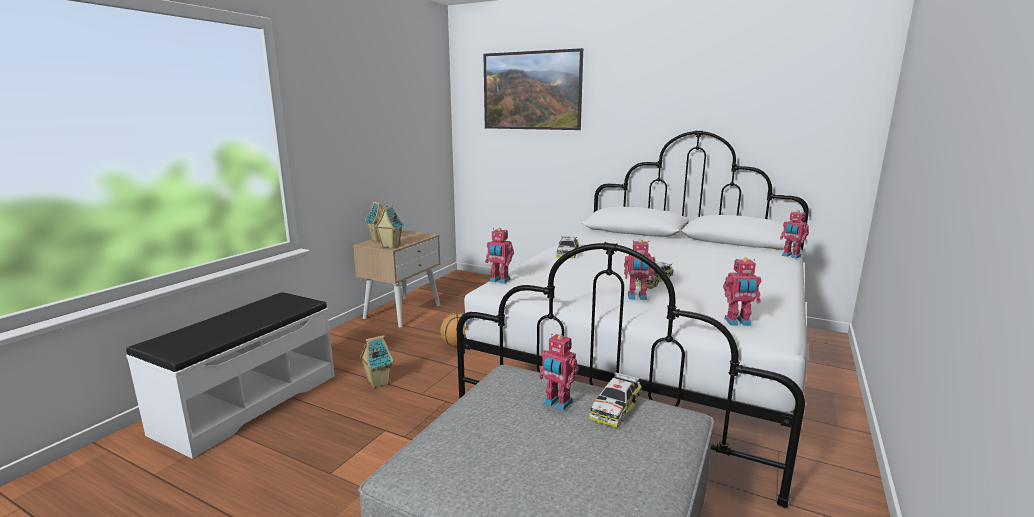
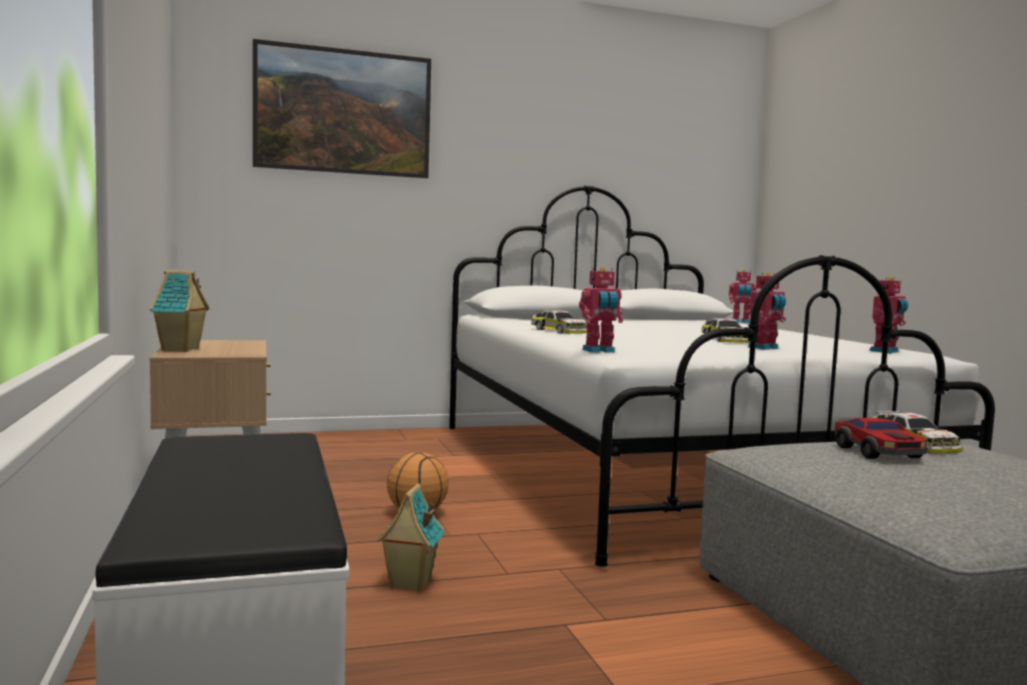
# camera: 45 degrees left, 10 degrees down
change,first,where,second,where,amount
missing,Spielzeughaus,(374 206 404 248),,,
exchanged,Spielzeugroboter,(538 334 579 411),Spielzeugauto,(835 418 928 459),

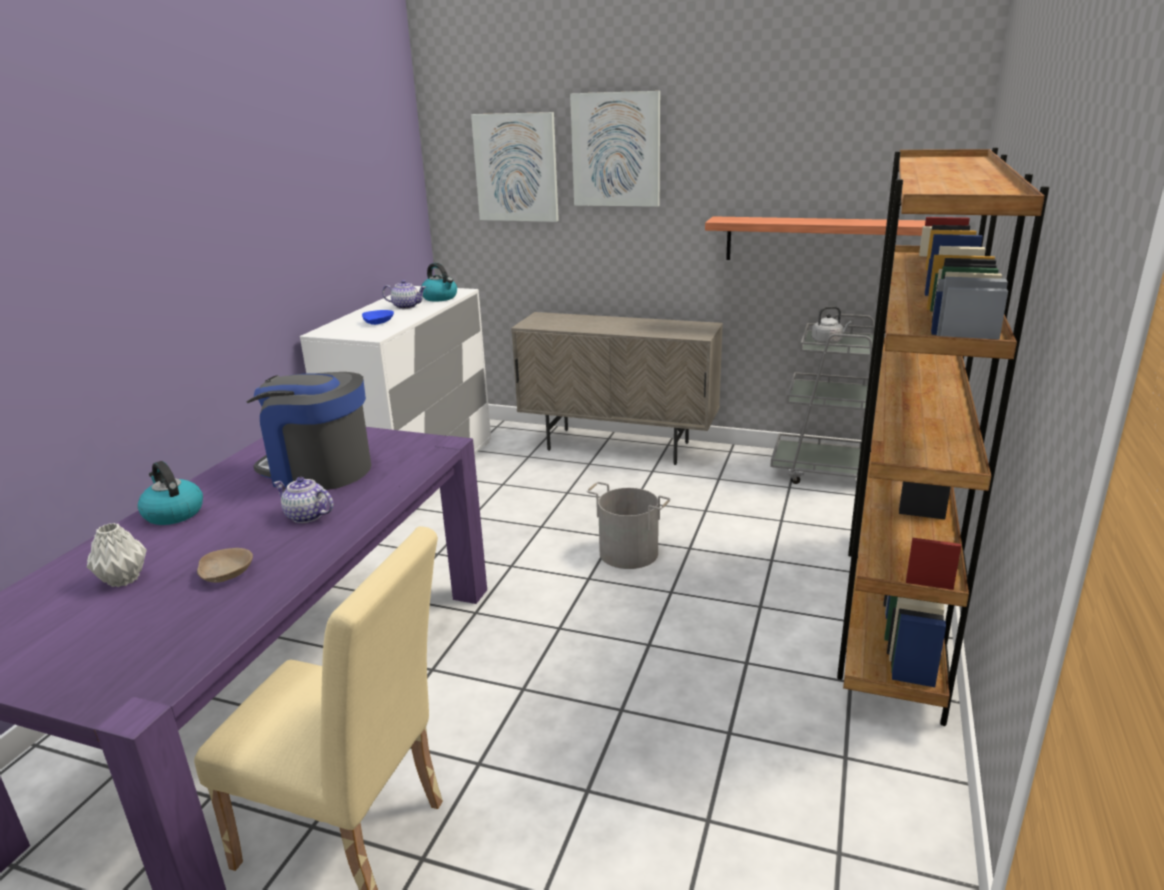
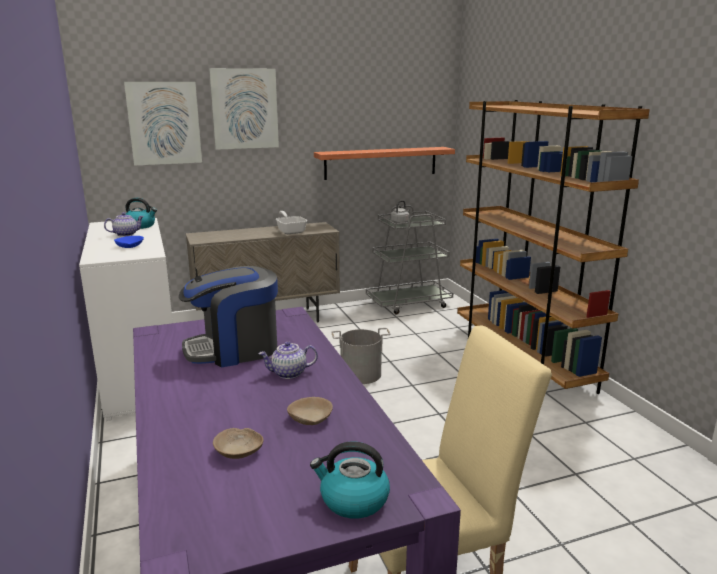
# camera: 40 degrees left, 5 degrees down
change,first,where,second,where,amount
exchanged,Vase/grau,(87 523 147 587),Schüssel/beige,(213 428 263 459),
relocated,Wasserkessel,(138 461 203 525),,(310 442 390 518),
appeared,,,Pfanne,(276 211 307 234),

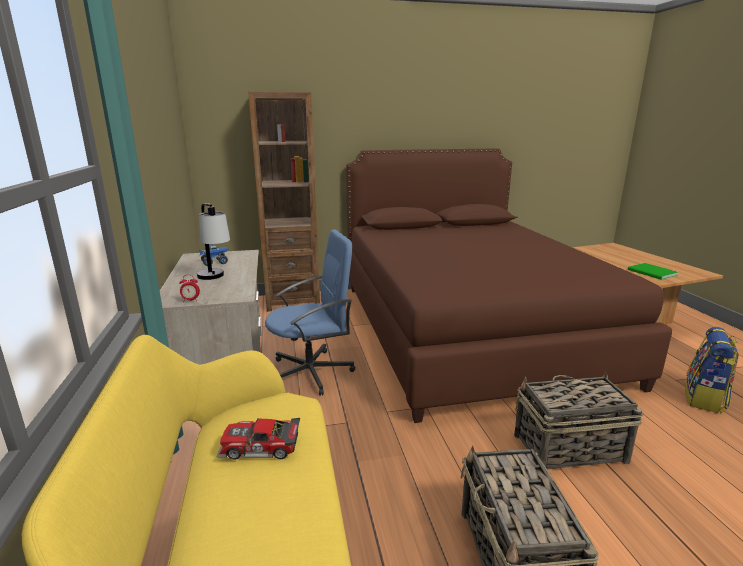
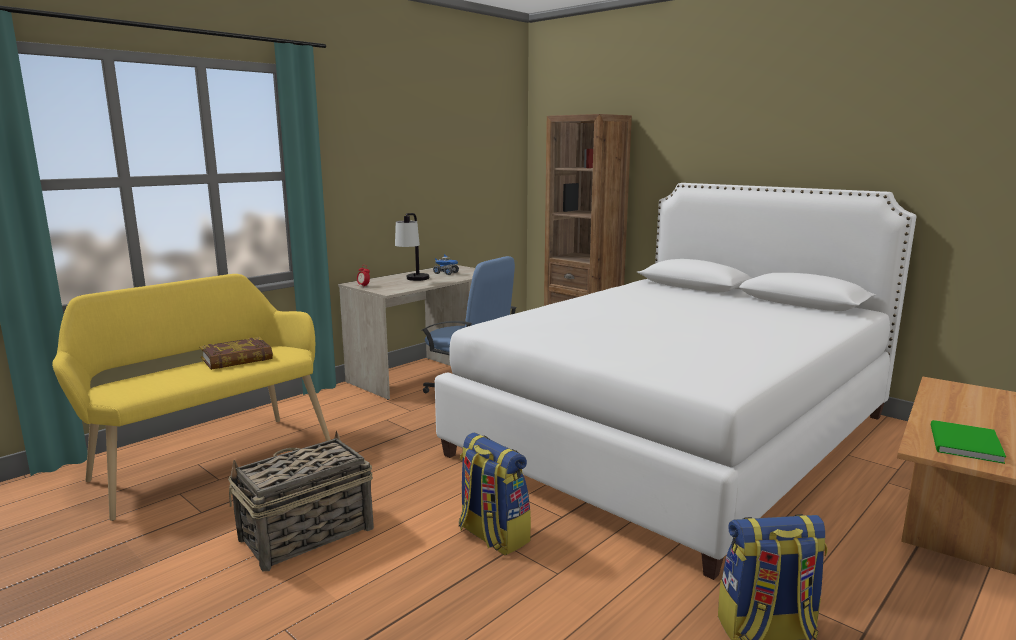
# camera: 55 degrees right, 5 degrees down
change,first,where,second,where,amount
exchanged,Spielzeugauto,(216 418 300 460),Buch,(199 337 273 370),
colour,Bett/braun,(346 148 672 423),Bett/weiß,(435 183 916 580),
exchanged,Korb,(514 371 643 469),Rucksack,(459 432 531 555),

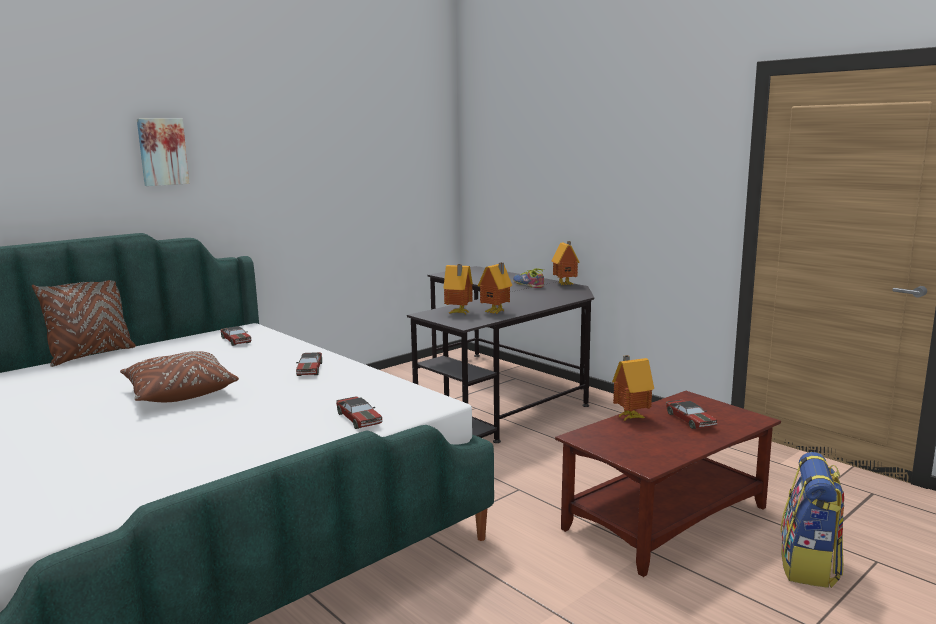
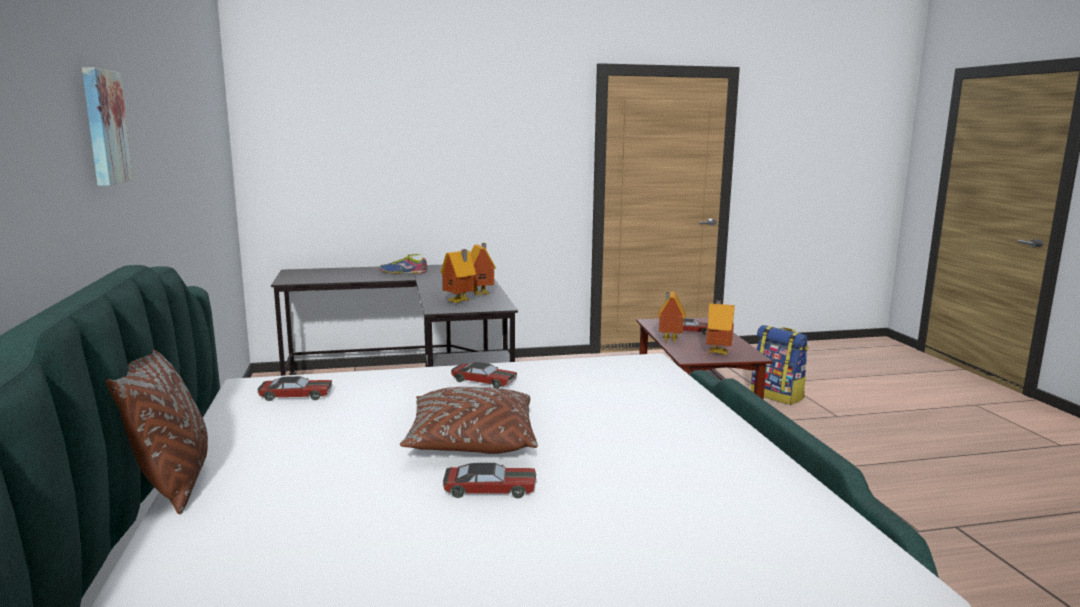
# camera: 60 degrees left, 0 degrees up
change,first,where,second,where,amount
relocated,Spielzeugauto,(336 396 383 429),,(443 463 537 498),
relocated,Spielzeughaus,(551 241 580 285),,(706 300 735 355),

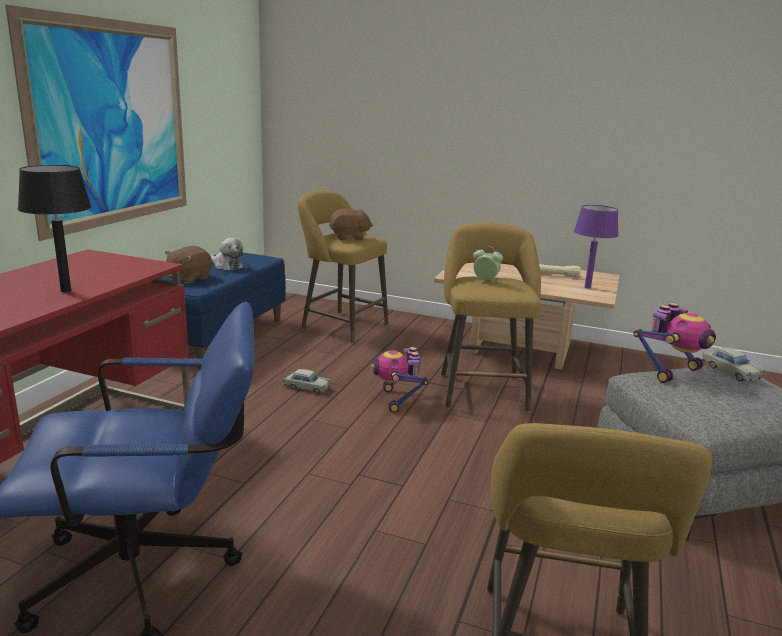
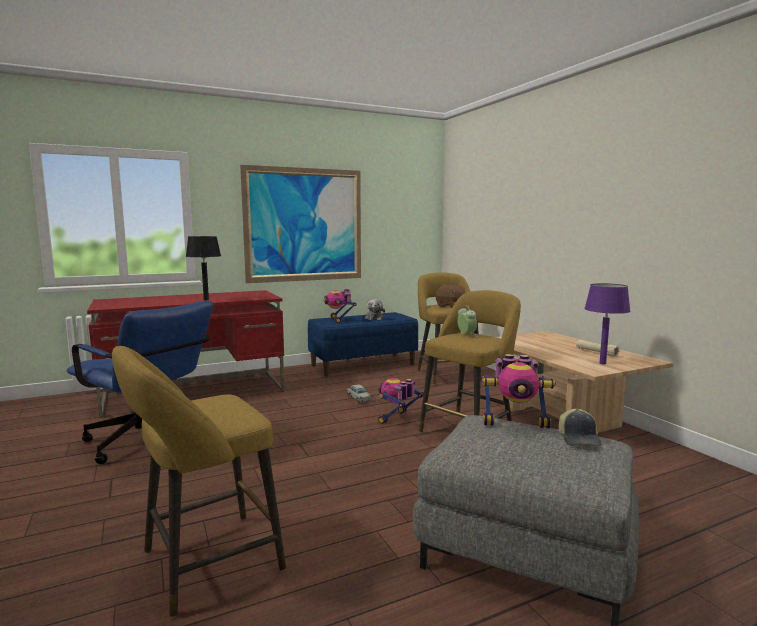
# camera: 45 degrees right, 10 degrees down
change,first,where,second,where,amount
exchanged,Plüschtier/braun,(165 246 212 283),Spielzeugroboter,(324 289 357 323),
exchanged,Spielzeugauto/beige,(702 347 764 381),Kappe,(559 409 601 446),

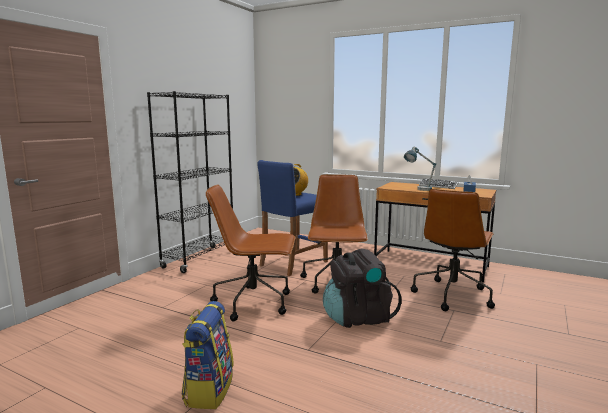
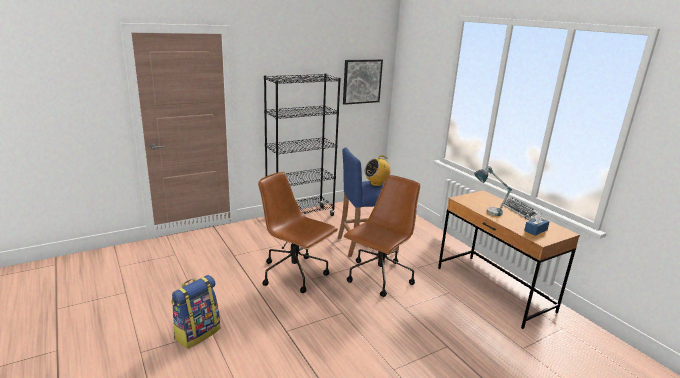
# camera: 30 degrees right, 10 degrees up
change,first,where,second,where,amount
missing,Rucksack/schwarz,(323 248 402 328),,,
missing,Bürostuhl/braun,(411 189 495 311),,,
appeared,,,Bild,(343 59 383 105),

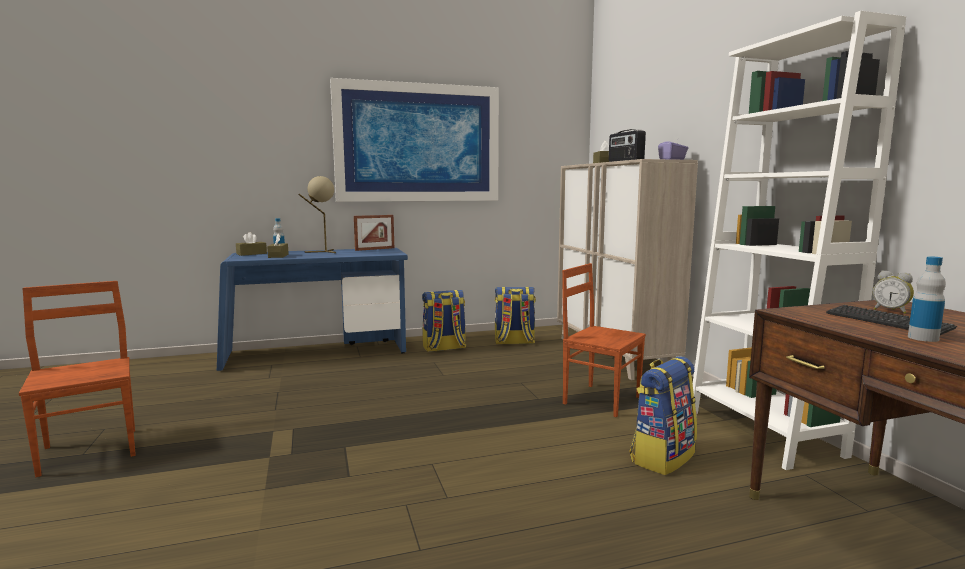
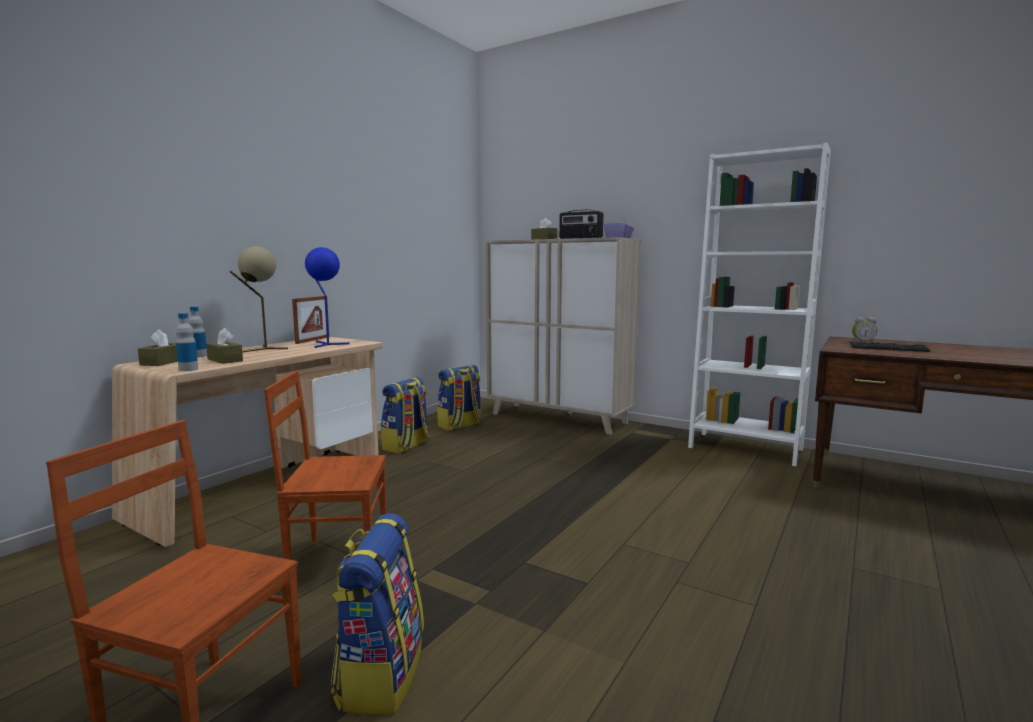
# camera: 40 degrees left, 0 degrees up
change,first,where,second,where,amount
colour,Schreibtisch/blau,(217 248 408 371),Schreibtisch/beige,(112 337 382 547),
missing,Bild,(330 78 499 202),,,
relocated,Stuhl/braun,(562 263 646 417),,(264 370 386 560),
relocated,Rucksack,(630 356 697 475),,(331 513 424 714),
relocated,Flasche,(908 256 946 342),,(176 313 198 371),
appeared,,,Tischlampe/blau,(305 247 350 348),

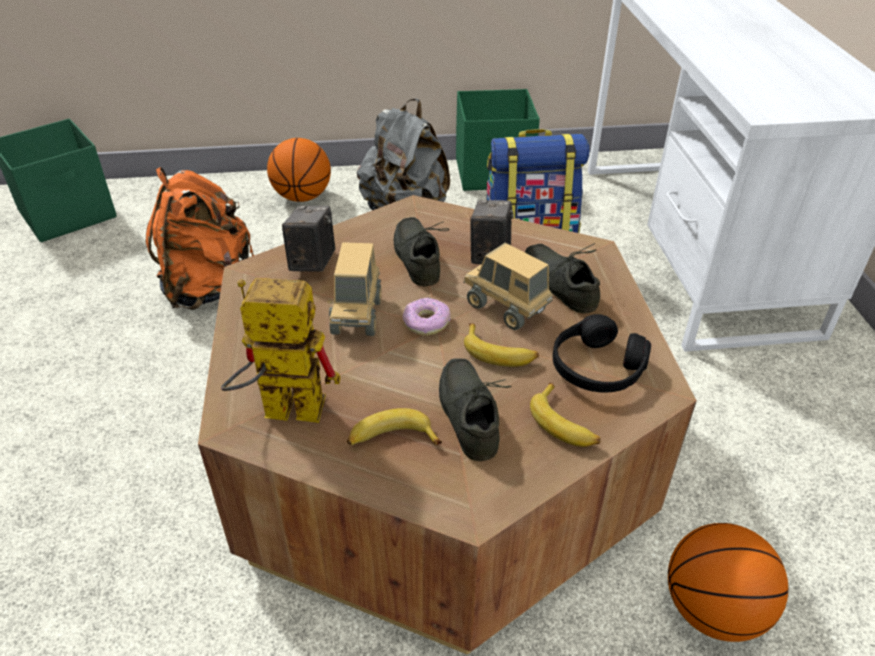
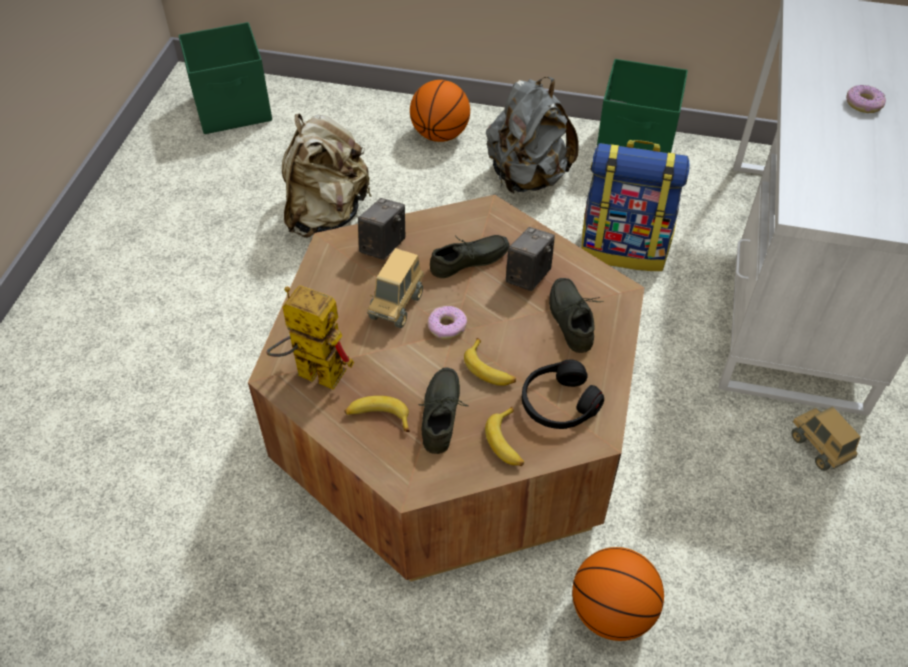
# camera: 20 degrees right, 10 degrees up
change,first,where,second,where,amount
colour,Rucksack/orange,(146 167 254 310),Rucksack/beige,(282 113 371 238),
spun,Schuh/grau,(394 217 449 286),,(430 235 510 278),60 degrees clockwise
relocated,Spielzeuglaster,(464 243 553 330),,(791 406 861 471),
appeared,,,Donut,(846 85 886 113),

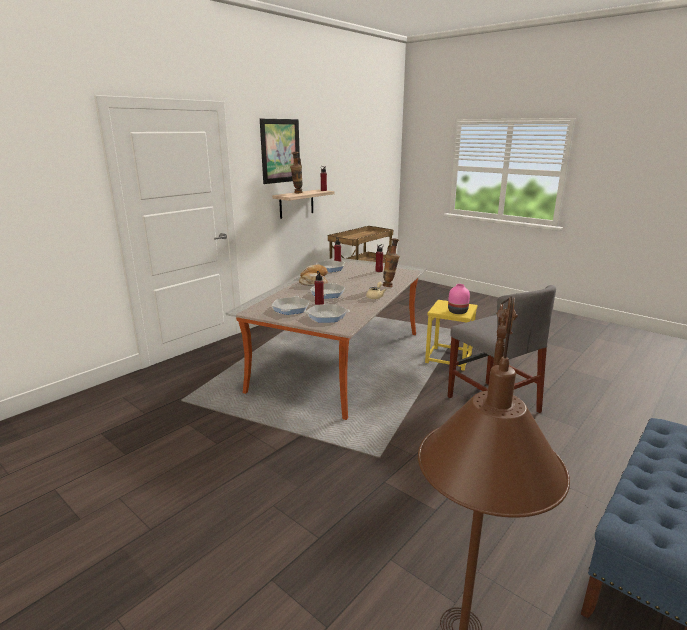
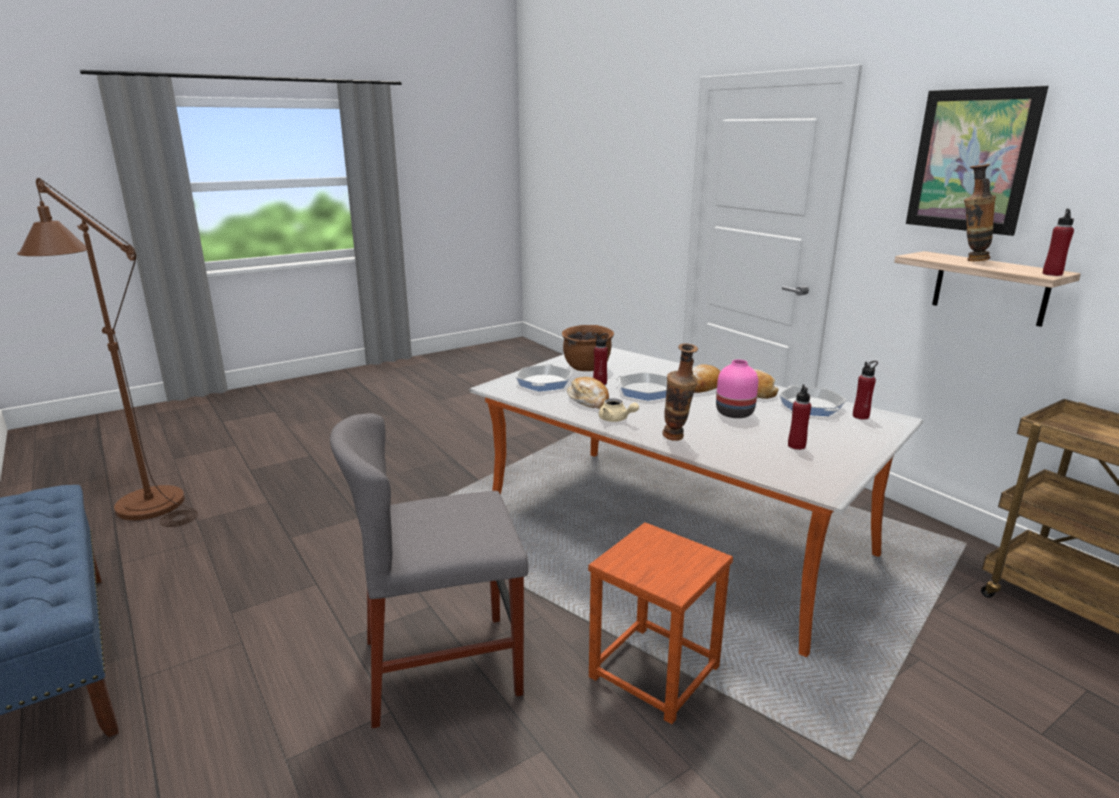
# camera: 105 degrees right, 0 degrees up
change,first,where,second,where,amount
exchanged,Pfanne,(271 296 310 315),Kochtopf/braun,(562 325 614 371),
colour,Hocker/gelb,(425 300 478 371),Hocker/braun,(588 522 733 724),
relocated,Vase/rosa,(448 284 470 314),,(716 359 758 418),
appeared,,,Brot,(567 377 609 409),

